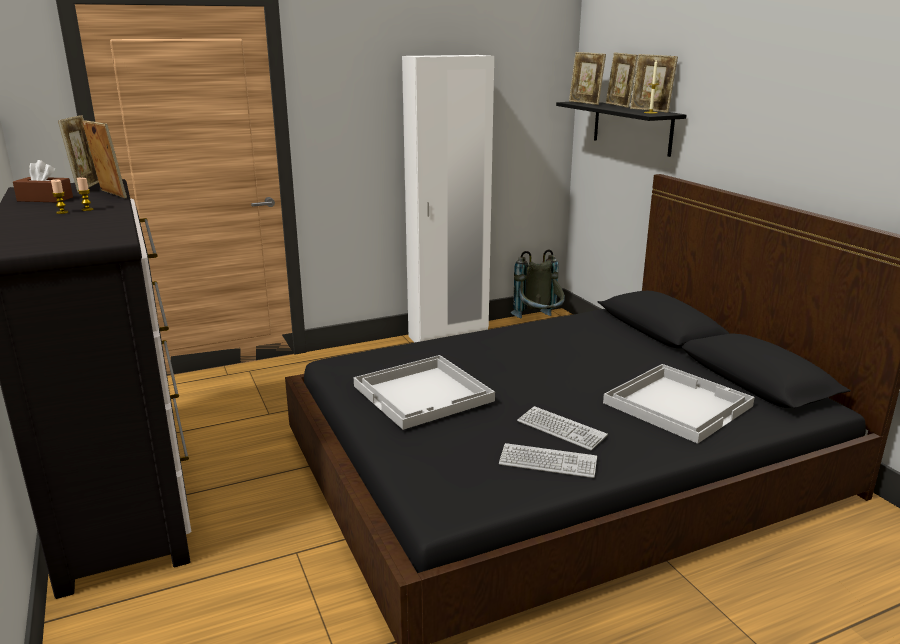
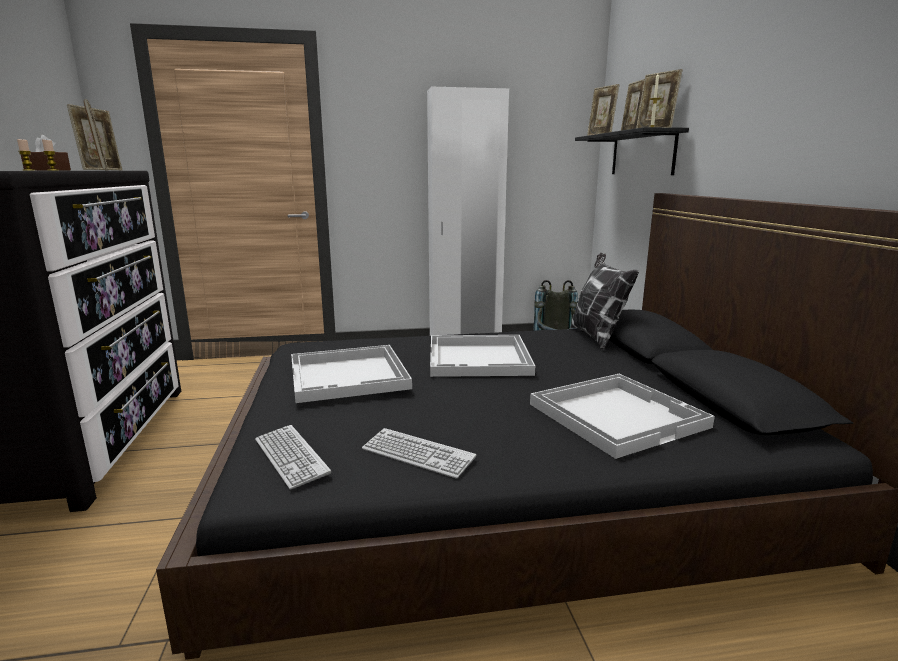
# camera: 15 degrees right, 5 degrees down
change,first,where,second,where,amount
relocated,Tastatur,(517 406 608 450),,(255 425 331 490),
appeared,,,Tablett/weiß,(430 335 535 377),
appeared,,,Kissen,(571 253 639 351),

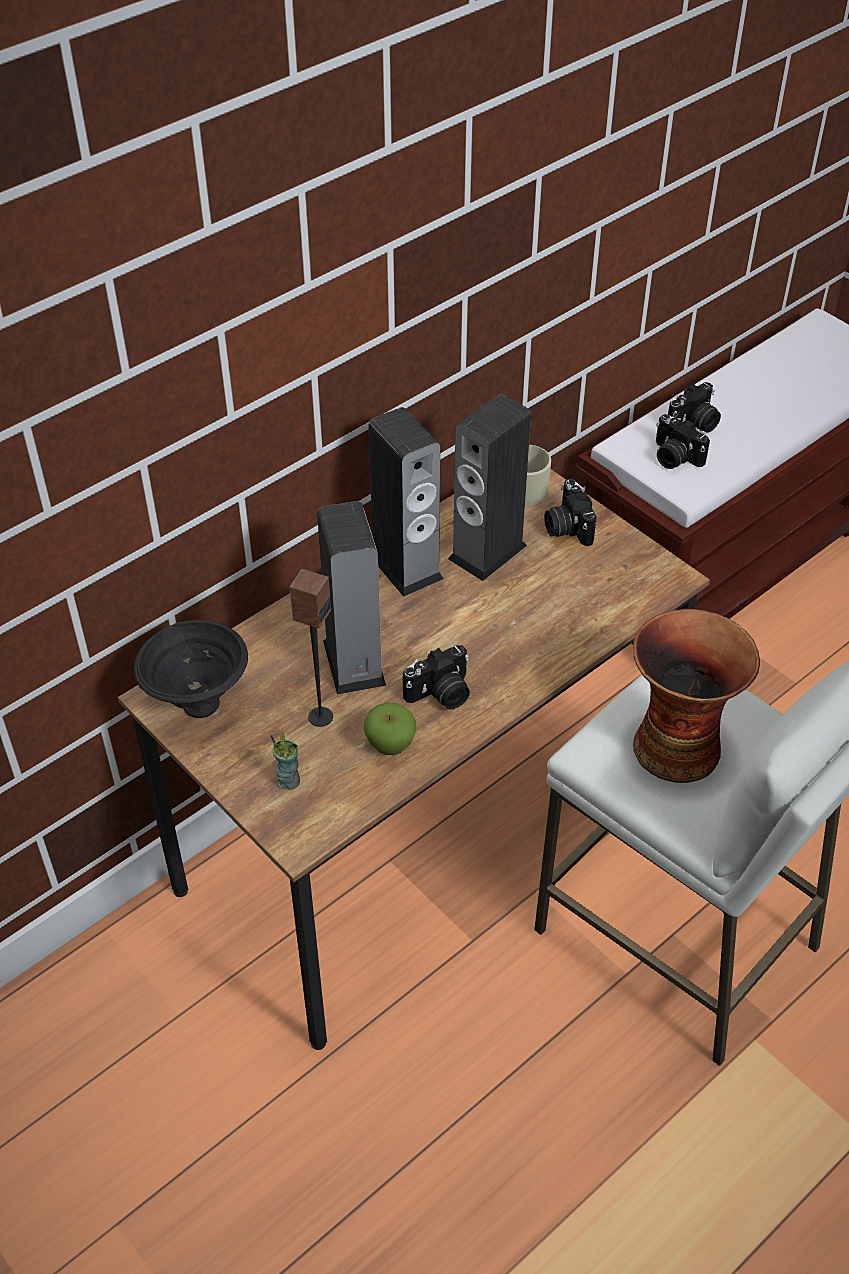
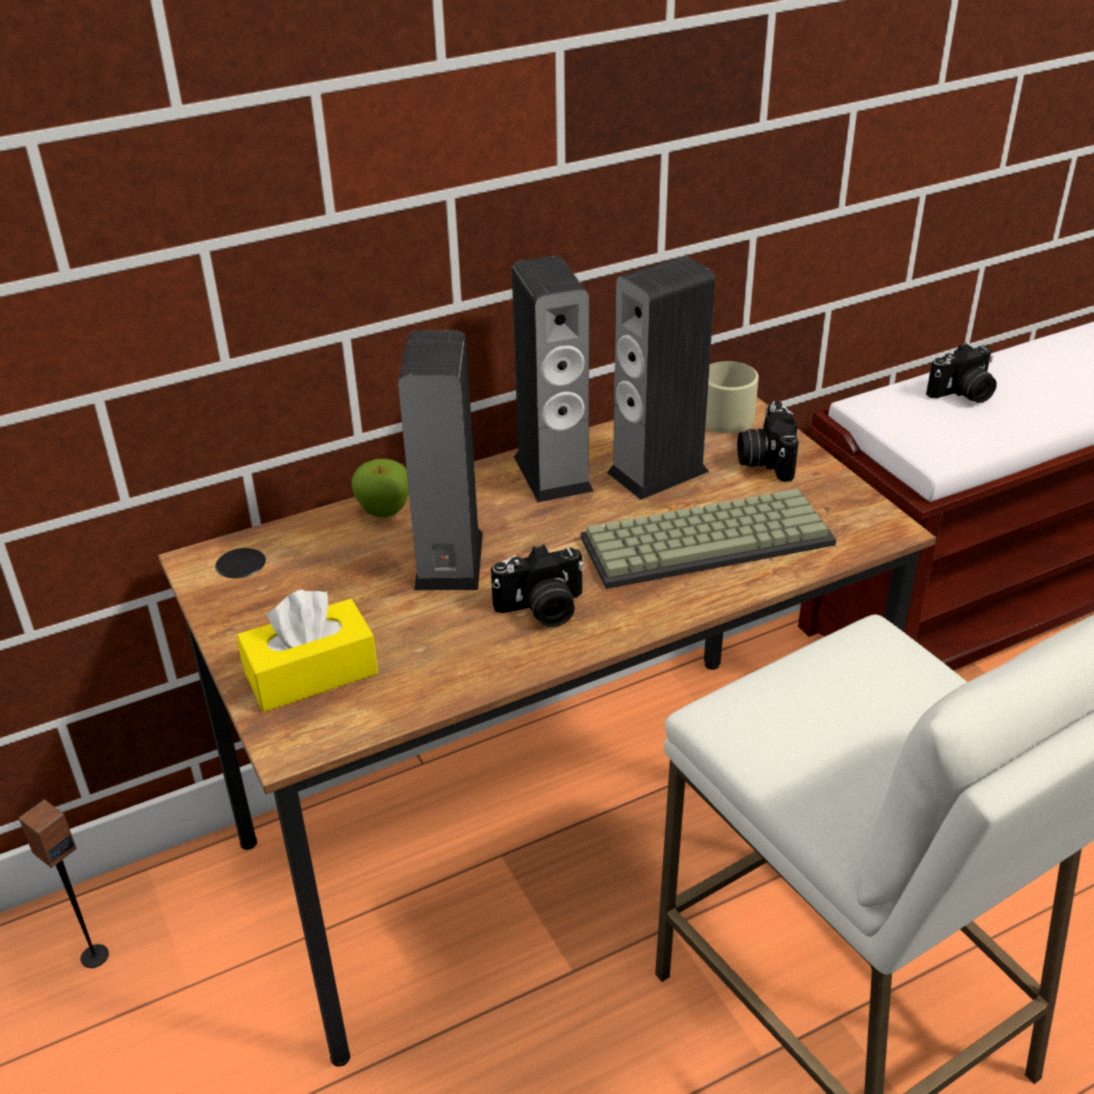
# camera: 15 degrees right, 10 degrees down
change,first,where,second,where,amount
missing,Schüssel/schwarz,(134 620 248 718),,,
exchanged,Tasse,(270 733 300 790),Taschentuchbox/gelb,(237 590 378 712),
relocated,Lautsprecher,(290 569 333 727),,(19 800 109 968),
relocated,Apfel,(364 703 416 755),,(351 459 409 518),
missing,Vase,(633 609 760 783),,,
missing,Kamera,(656 414 710 469),,,
appeared,,,Tastatur,(581 489 836 589),

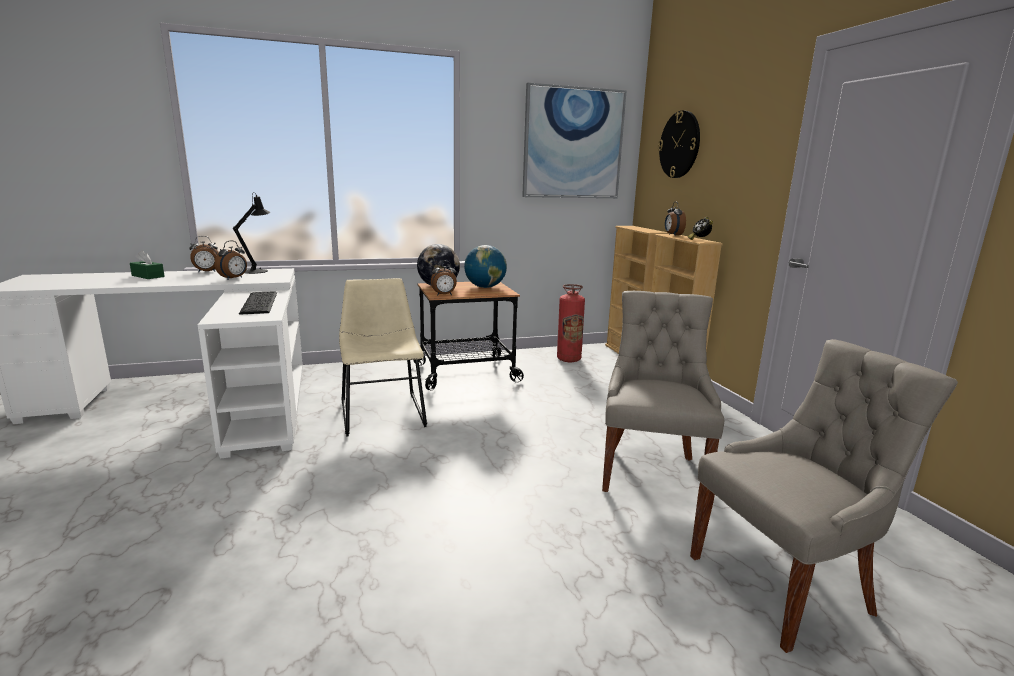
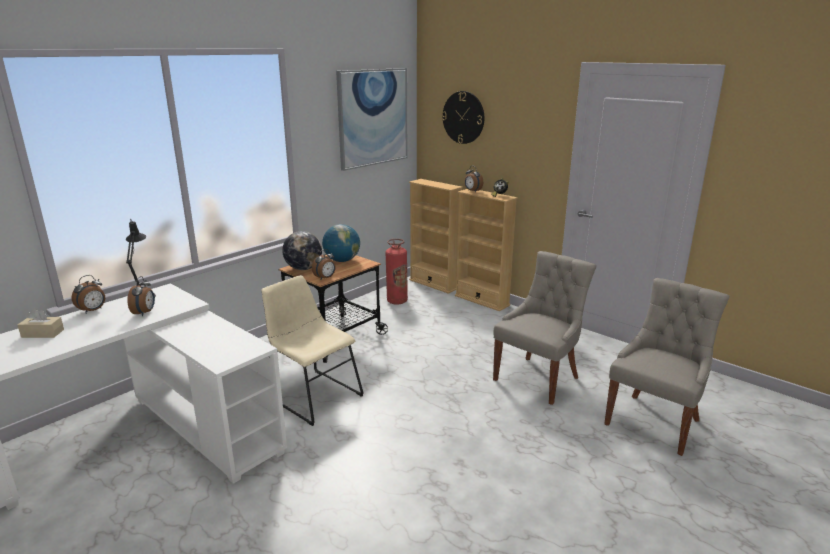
# camera: 30 degrees left, 5 degrees up
change,first,where,second,where,amount
colour,Taschentuchbox/grün,(130 250 165 279),Taschentuchbox/beige,(18 308 64 338),
missing,Tastatur,(239 291 277 315),,,
spun,Stuhl/grau,(602 291 724 492),,(493 251 596 405),60 degrees clockwise

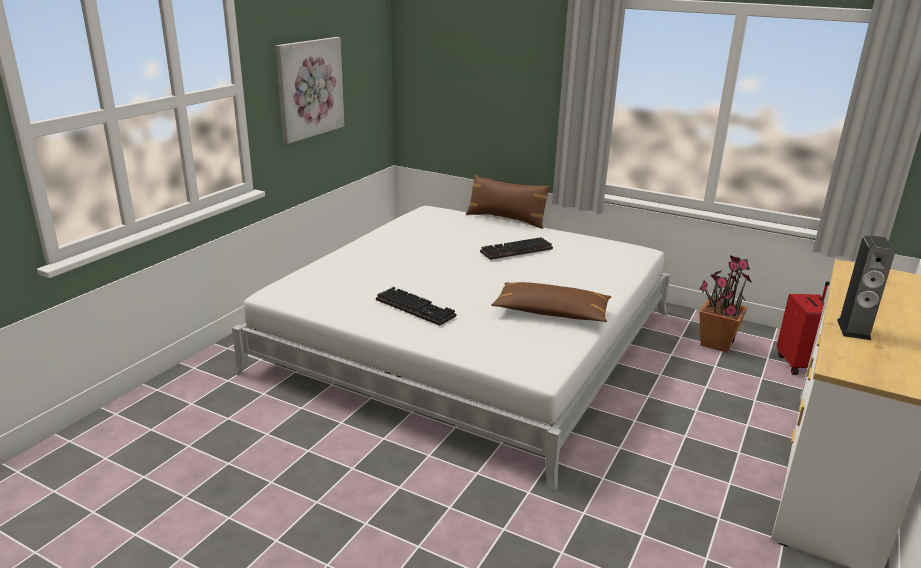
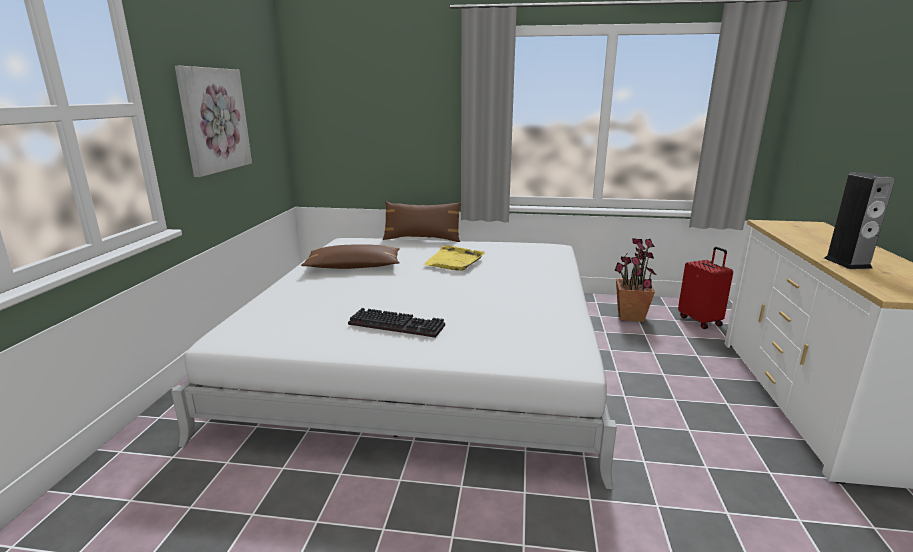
# camera: 20 degrees left, 5 degrees down
change,first,where,second,where,amount
exchanged,Tastatur,(480 237 553 260),Tablett/gelb,(424 246 485 271),
relocated,Kissen/braun,(491 282 611 322),,(301 244 400 269),

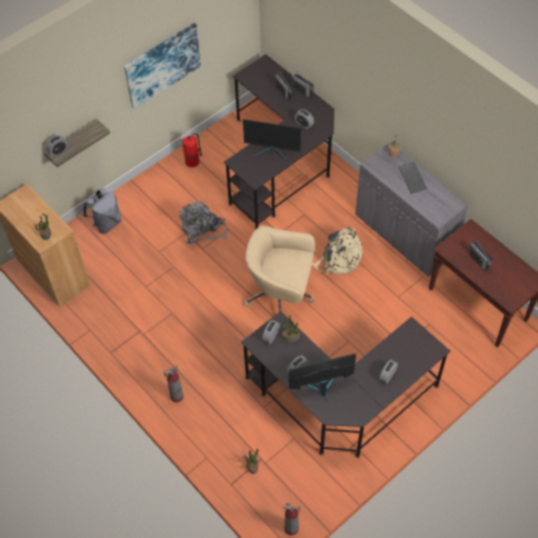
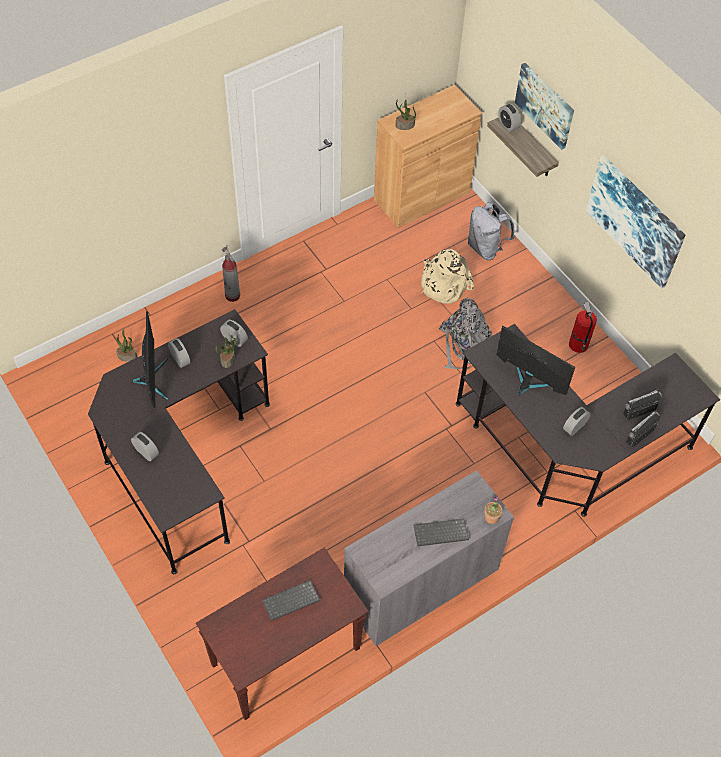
# camera: 95 degrees right, 0 degrees up
change,first,where,second,where,amount
spun,Monitor,(243 119 301 162),,(496 326 575 396),105 degrees clockwise
missing,Bürostuhl/beige,(244 226 315 312),,,
missing,Feuerlöscher,(283 503 300 535),,,
relocated,Rucksack/beige,(312 227 363 275),,(421 249 474 304),
exchanged,Radio,(469 240 493 272),Tastatur,(262 580 320 621),
appeared,,,Bild,(515 63 574 150),

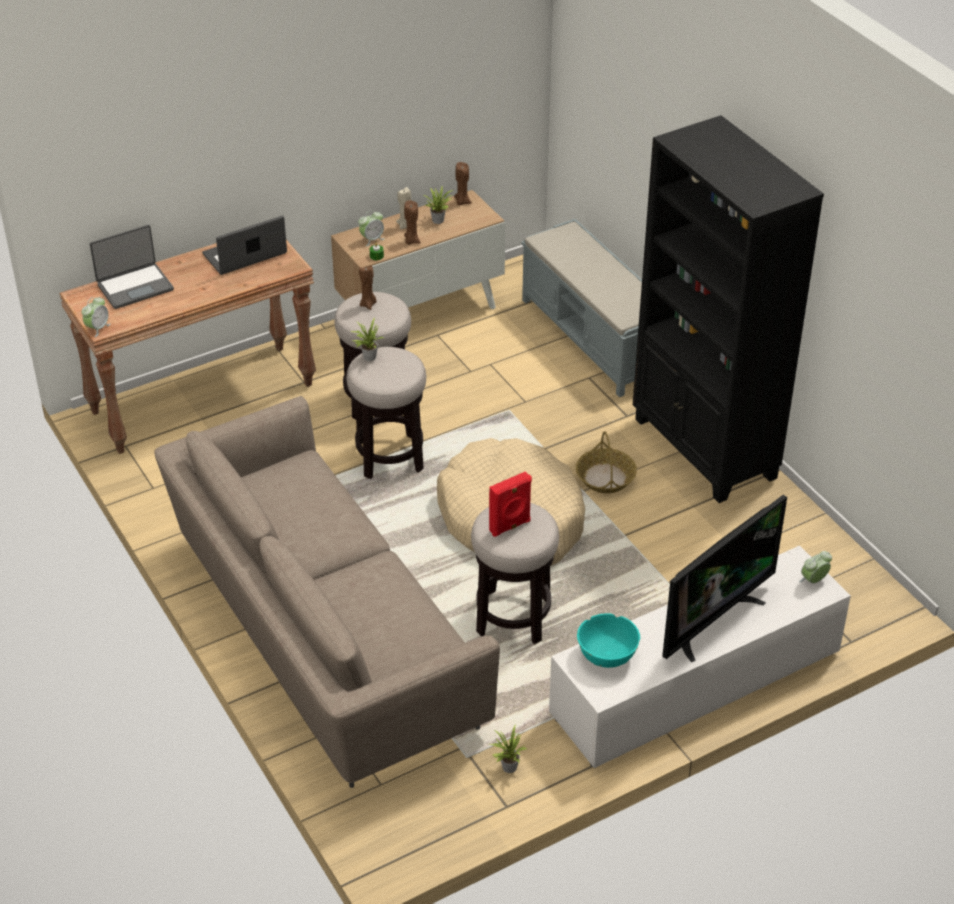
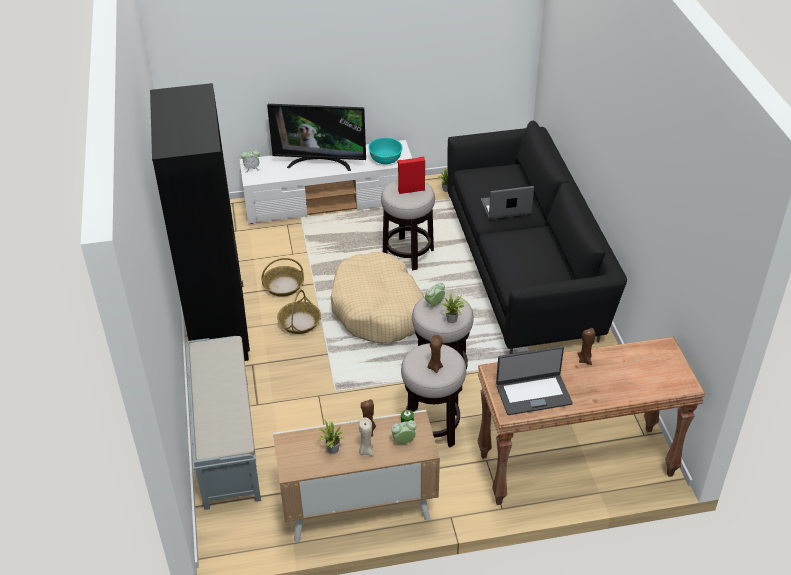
# camera: 160 degrees left, 0 degrees up
change,first,where,second,where,amount
relocated,Wecker,(82 297 111 337),,(425 282 445 306),
relocated,Laptop,(90 225 174 309),,(481 186 534 220),
colour,Sofa/beige,(154 396 500 788),Sofa/schwarz,(447 121 627 354),
relocated,Kerze/braun,(454 162 472 205),,(577 328 595 365),
spun,Fernseher,(662 495 787 662),,(267 104 366 171),150 degrees counterclockwise
appeared,,,Korb,(261 258 304 297),

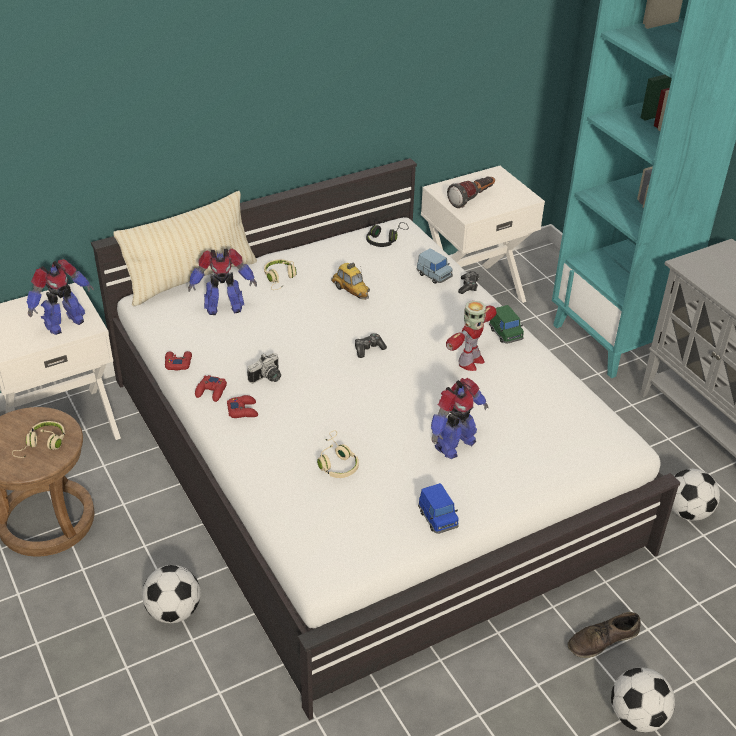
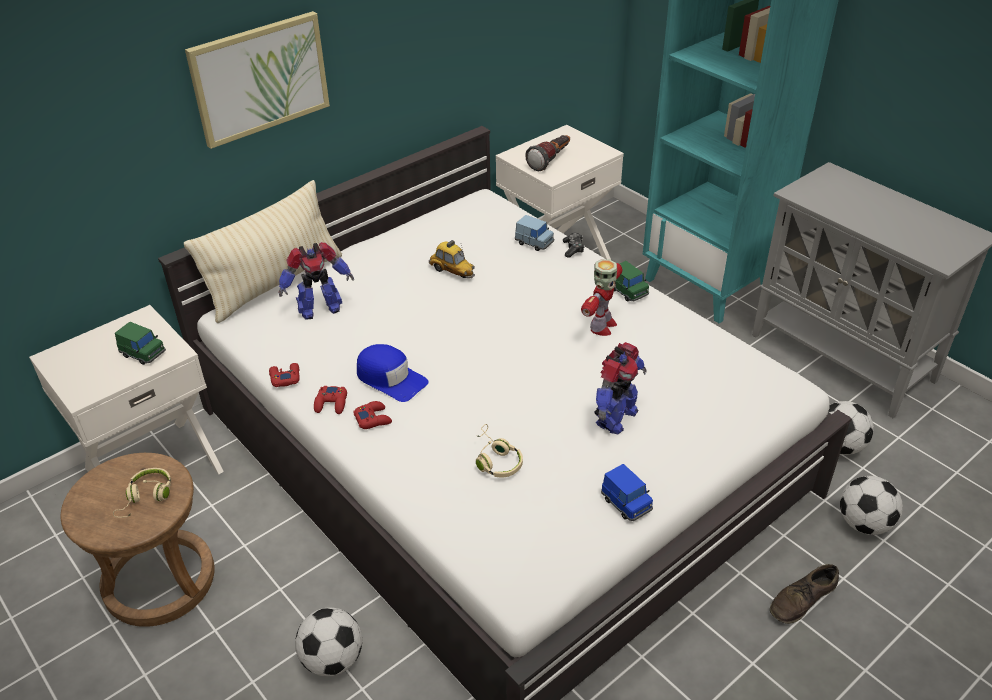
# camera: 10 degrees left, 0 degrees up
change,first,where,second,where,amount
exchanged,Spielzeugroboter,(27 259 94 335),Spielzeugauto/grün,(115 322 166 365),
exchanged,Kamera,(247 353 281 383),Kappe/blau,(357 344 429 402),
missing,Kopfhörer/beige,(264 259 296 290),,,
missing,Gamepad,(355 333 387 358),,,
missing,Kopfhörer/schwarz,(366 220 408 247),,,
relocated,Fußball,(611 668 675 732),,(840 476 903 535),
appeared,,,Bild,(185 11 330 149),

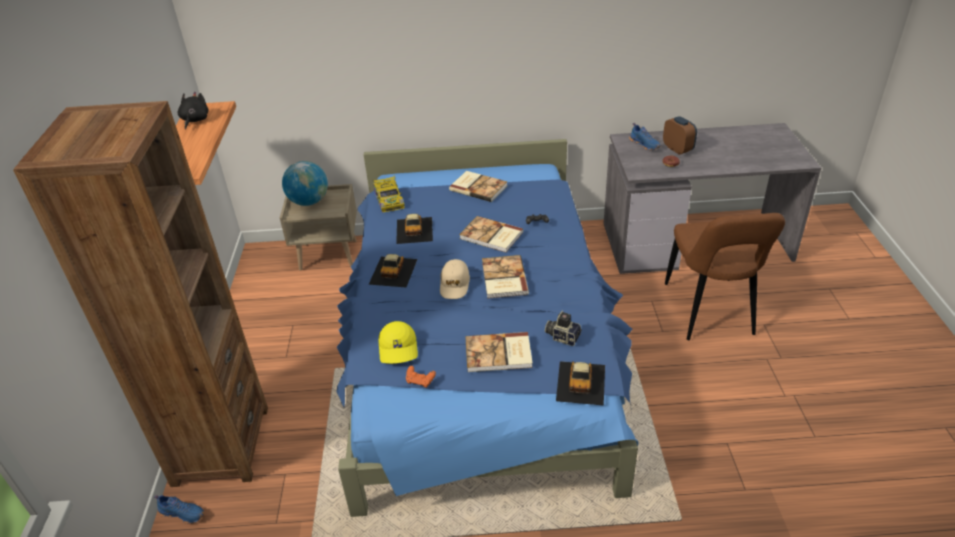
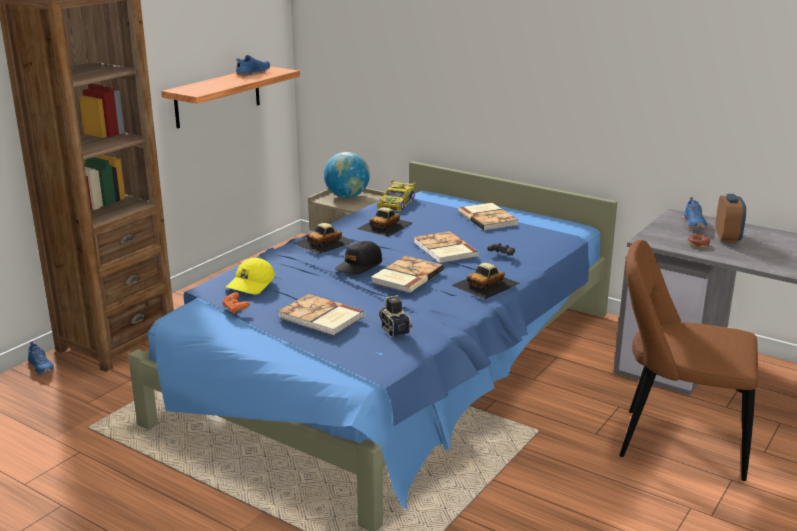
# camera: 35 degrees right, 15 degrees down
change,first,where,second,where,amount
exchanged,Plüschtier/schwarz,(178 92 209 129),Schuh/blau,(236 55 270 76),
colour,Kappe/beige,(440 259 470 299),Kappe/schwarz,(335 241 382 275),
relocated,Spielzeugauto,(556 361 605 406),,(451 263 520 299),
spun,Stuhl/braun,(665 213 785 340),,(619 240 758 481),75 degrees clockwise

